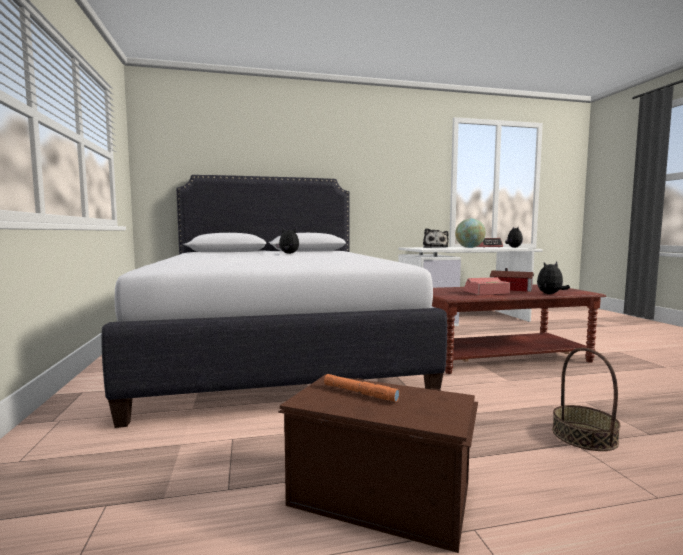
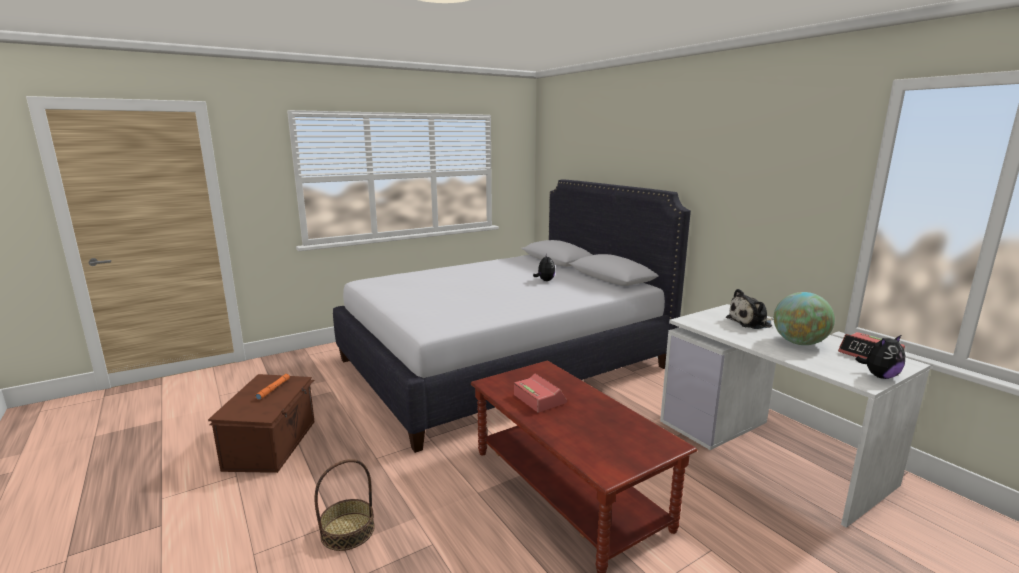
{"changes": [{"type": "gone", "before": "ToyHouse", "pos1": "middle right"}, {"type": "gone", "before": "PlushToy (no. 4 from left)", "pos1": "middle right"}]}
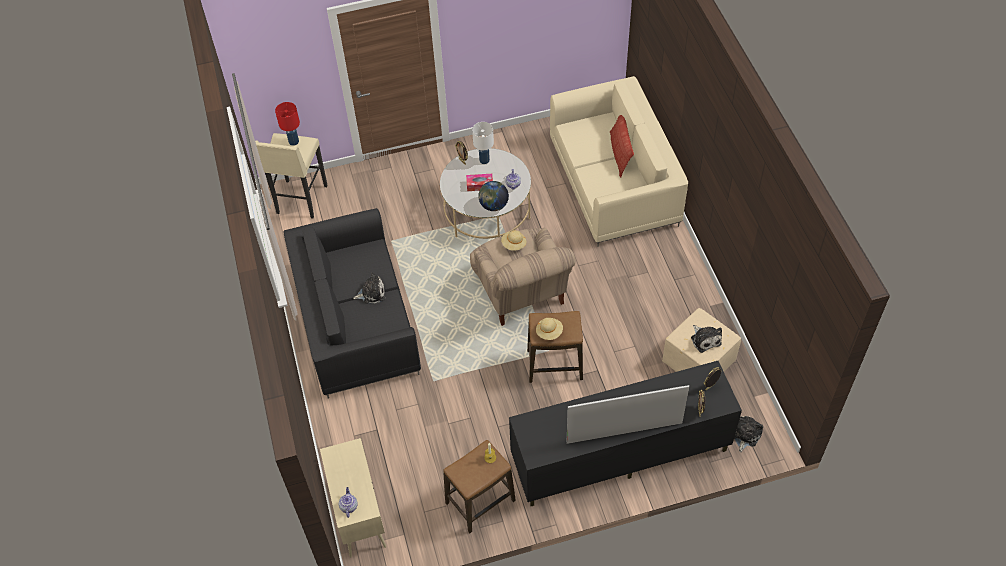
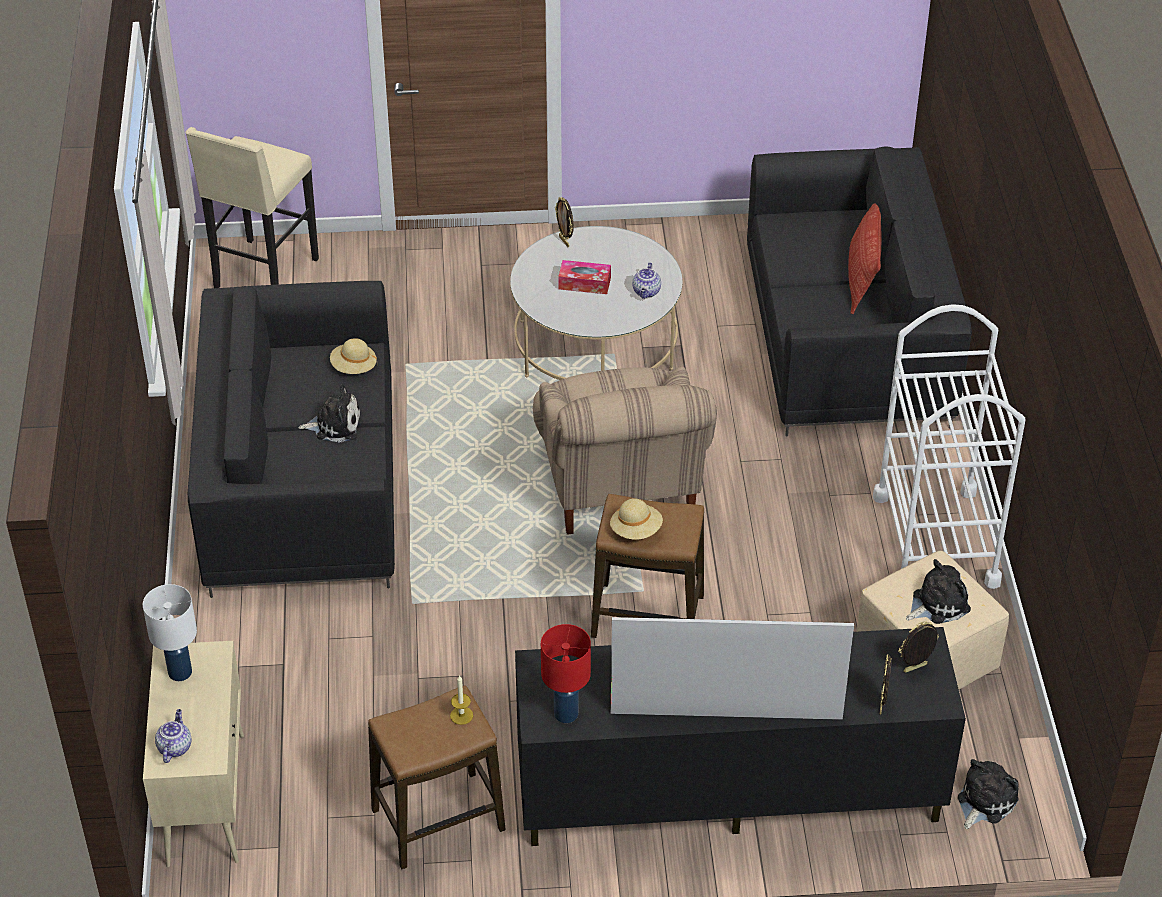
{"changes": [{"type": "shifted", "before": "WhiteTableLamp", "pos1": "top centre", "pos2": "bottom left"}, {"type": "shifted", "before": "BeigeHat (no. 1 from left)", "pos1": "centre", "pos2": "middle left"}, {"type": "shifted", "before": "RedTableLamp", "pos1": "top left", "pos2": "bottom centre"}, {"type": "repainted", "before": "BeigeSofa", "after": "BlackSofa (no. 2 from left)", "pos1": "top centre", "pos2": "top right"}, {"type": "new", "after": "WhiteCart", "pos2": "middle right"}, {"type": "rotated", "before": "PlushToy (no. 2 from left)", "pos1": "middle right", "pos2": "middle right", "turn": -105}, {"type": "gone", "before": "Globe", "pos1": "centre"}]}
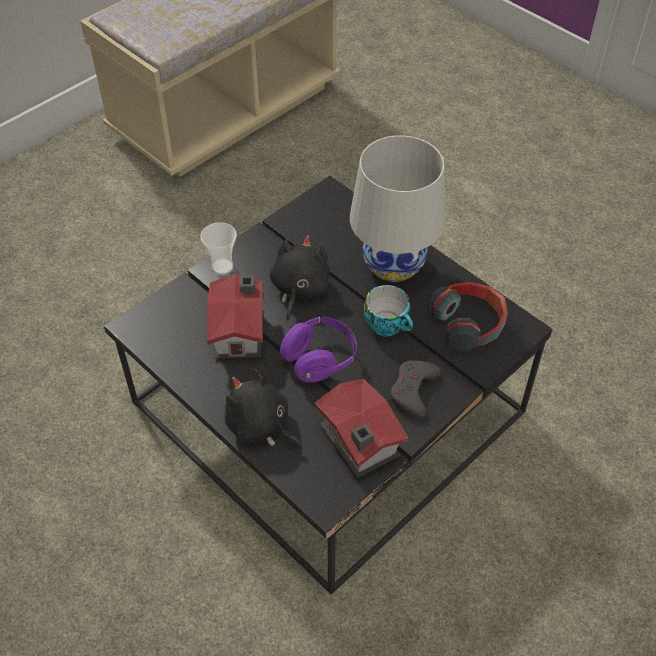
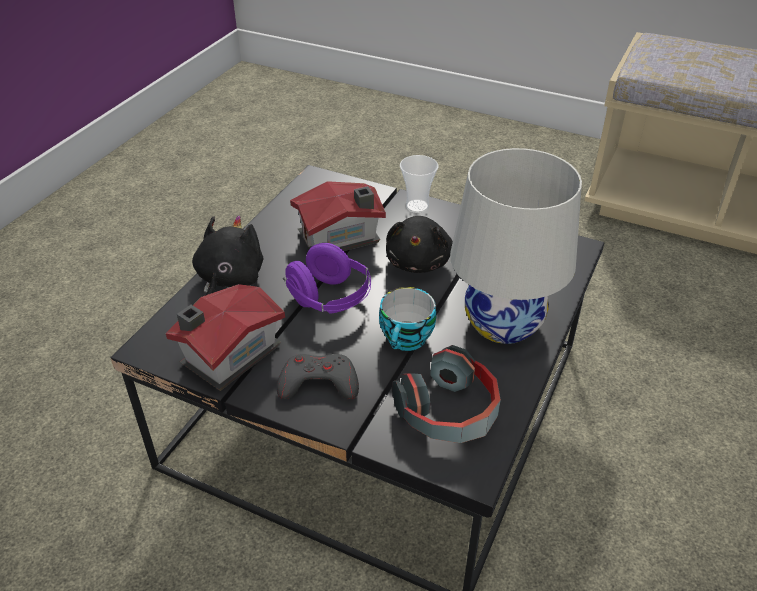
{"changes": [{"type": "rotated", "before": "BlackPlushToy (no. 2 from left)", "pos1": "centre", "pos2": "centre", "turn": 105}]}
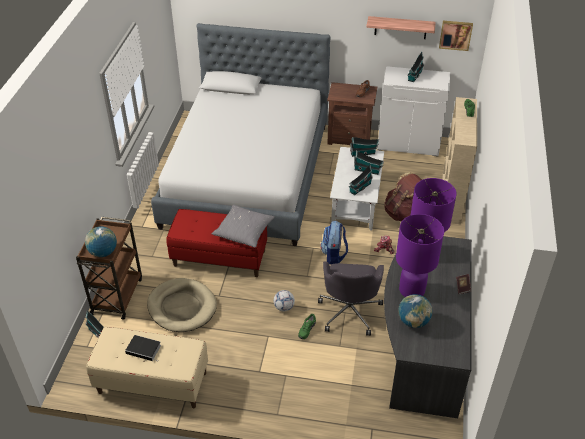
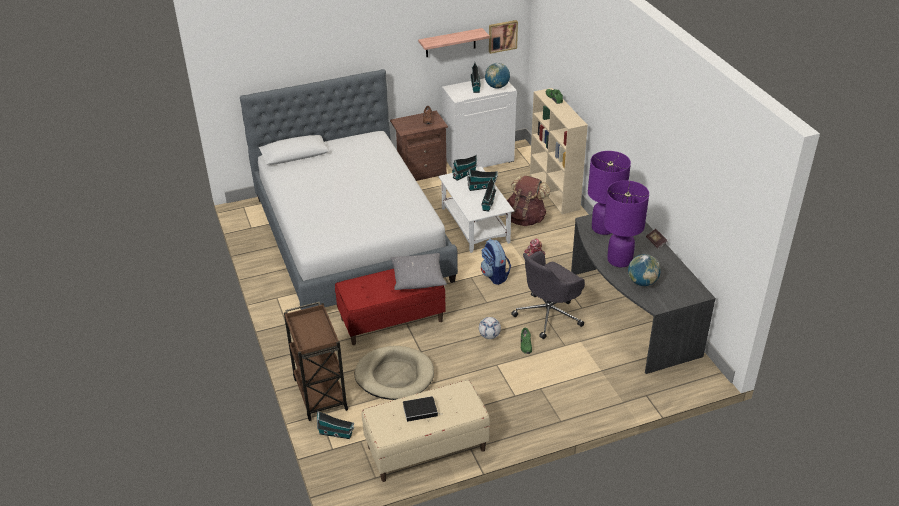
{"changes": [{"type": "shifted", "before": "Globe (no. 1 from left)", "pos1": "middle left", "pos2": "top centre"}, {"type": "rotated", "before": "GreyOfficeChair", "pos1": "bottom centre", "pos2": "centre", "turn": 75}]}
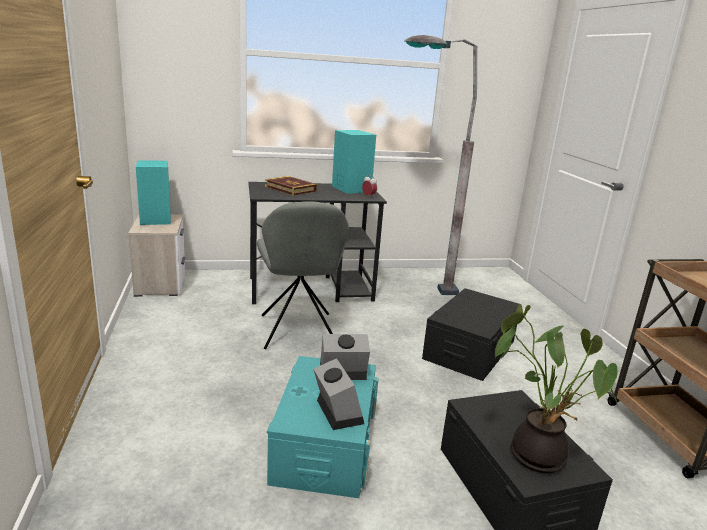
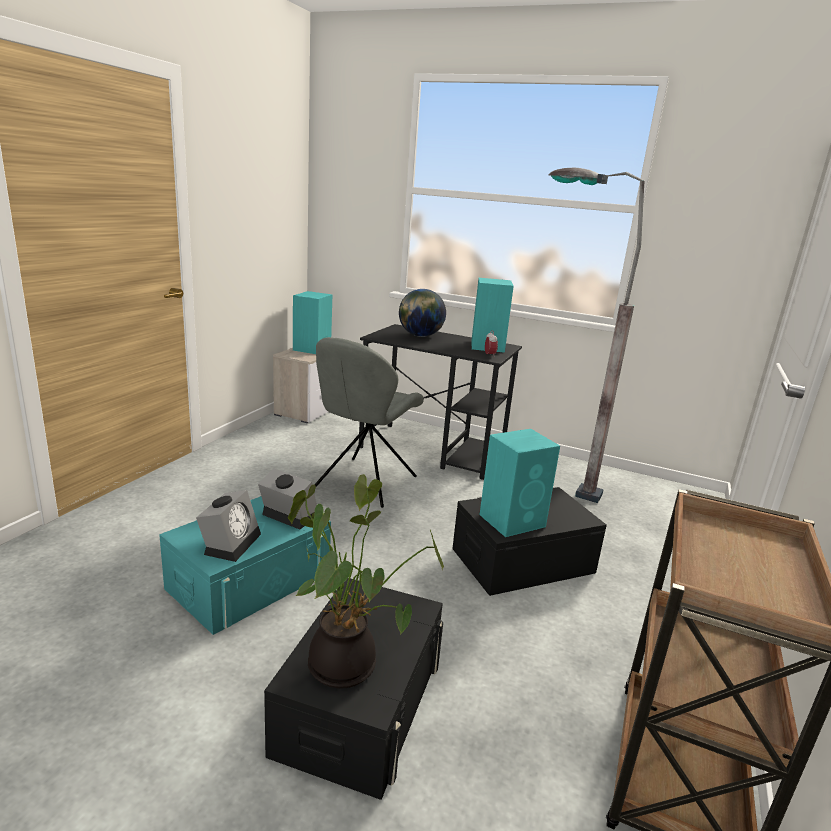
{"changes": [{"type": "swapped", "before": "Book", "after": "Globe", "pos1": "centre", "pos2": "centre"}, {"type": "new", "after": "TurquoiseSpeaker (no. 3 from left)", "pos2": "centre"}]}
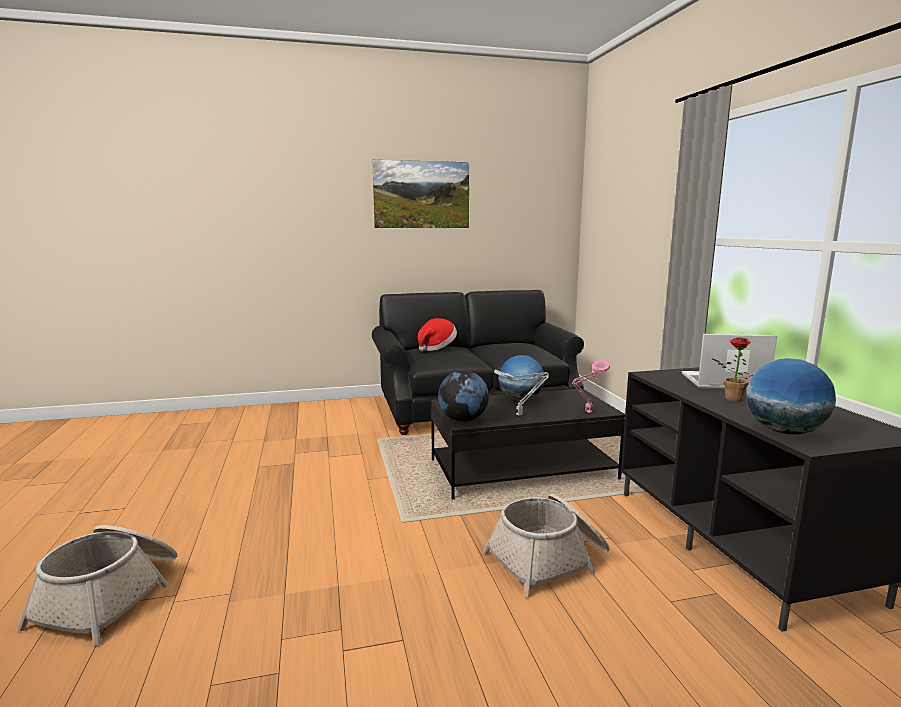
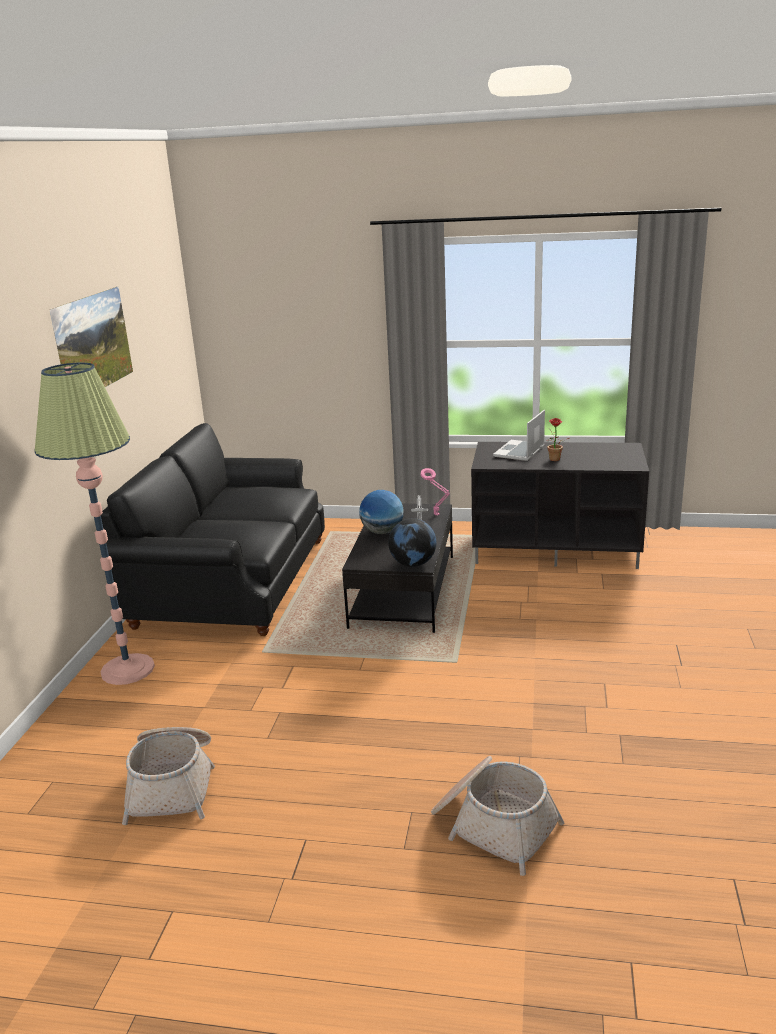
{"changes": [{"type": "new", "after": "FloorLamp", "pos2": "middle left"}, {"type": "shifted", "before": "Basket (no. 2 from left in the first image)", "after": "Basket (no. 1 from left)", "pos1": "bottom centre", "pos2": "bottom left"}, {"type": "gone", "before": "Hat", "pos1": "centre"}, {"type": "gone", "before": "Globe (no. 3 from left)", "pos1": "middle right"}]}
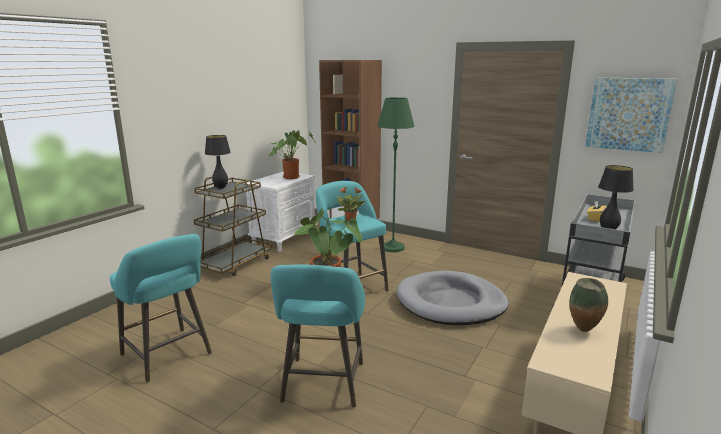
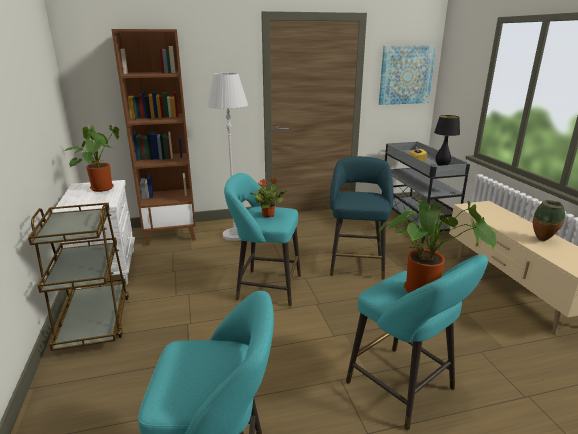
{"changes": [{"type": "repainted", "before": "GreenFloorLamp", "after": "WhiteFloorLamp", "pos1": "centre", "pos2": "centre"}, {"type": "swapped", "before": "GreyDogBed", "after": "TurquoiseStool (no. 3 from left)", "pos1": "bottom centre", "pos2": "centre"}, {"type": "gone", "before": "BlackTableLamp (no. 1 from left)", "pos1": "middle left"}]}
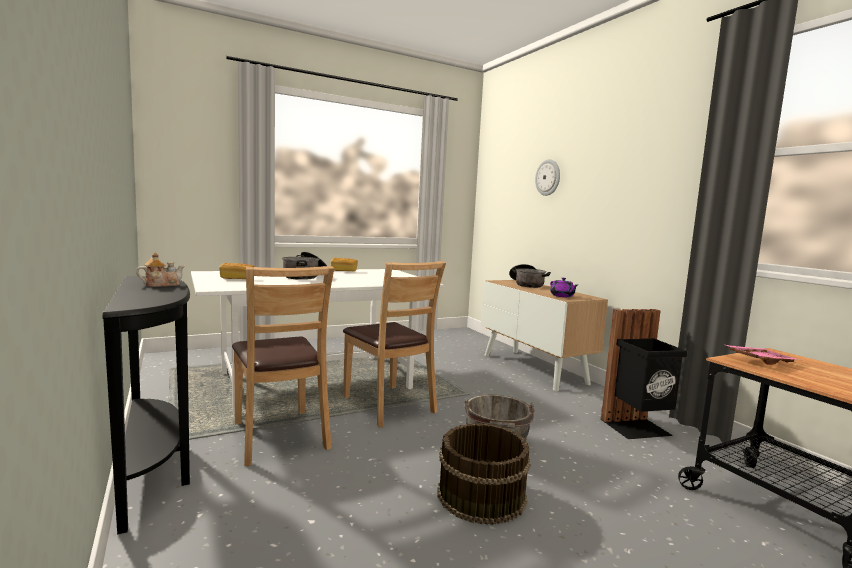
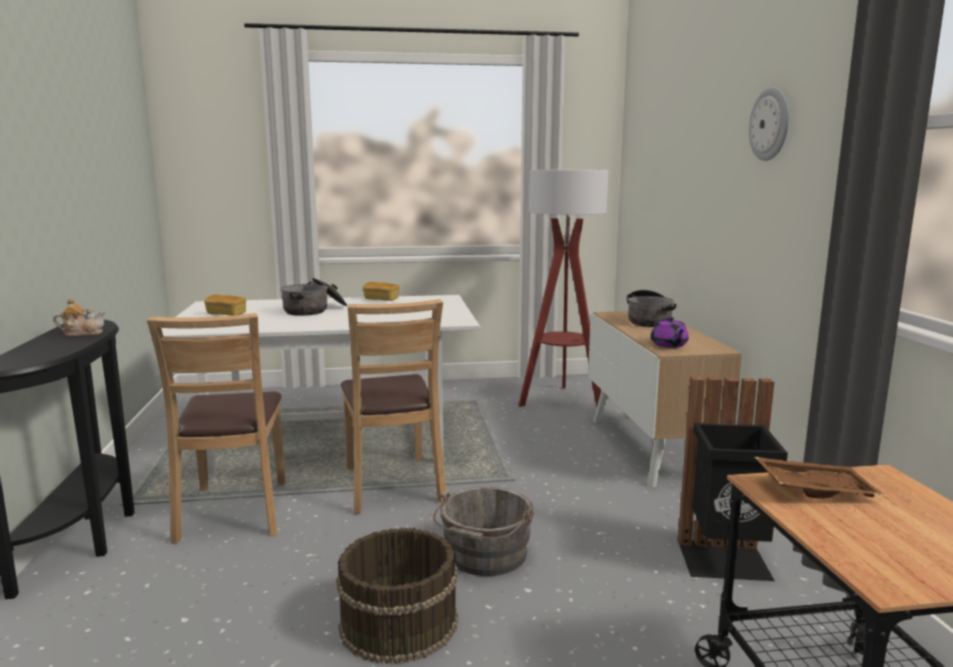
{"changes": [{"type": "new", "after": "FloorLamp", "pos2": "centre"}, {"type": "shifted", "before": "WallClock", "pos1": "top centre", "pos2": "top right"}, {"type": "repainted", "before": "PinkTray", "after": "BrownTray", "pos1": "middle right", "pos2": "bottom right"}]}
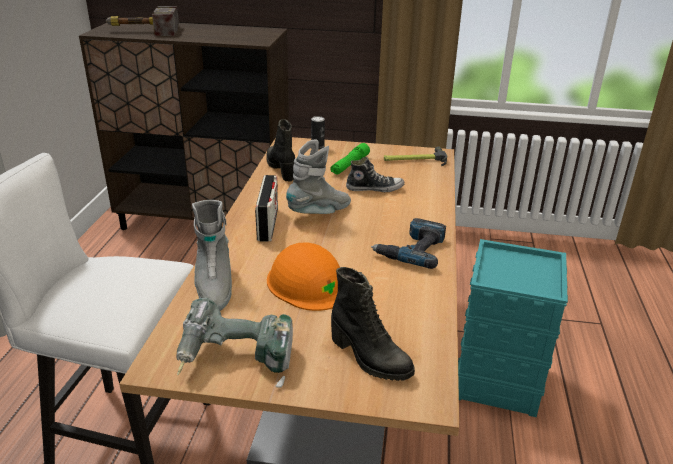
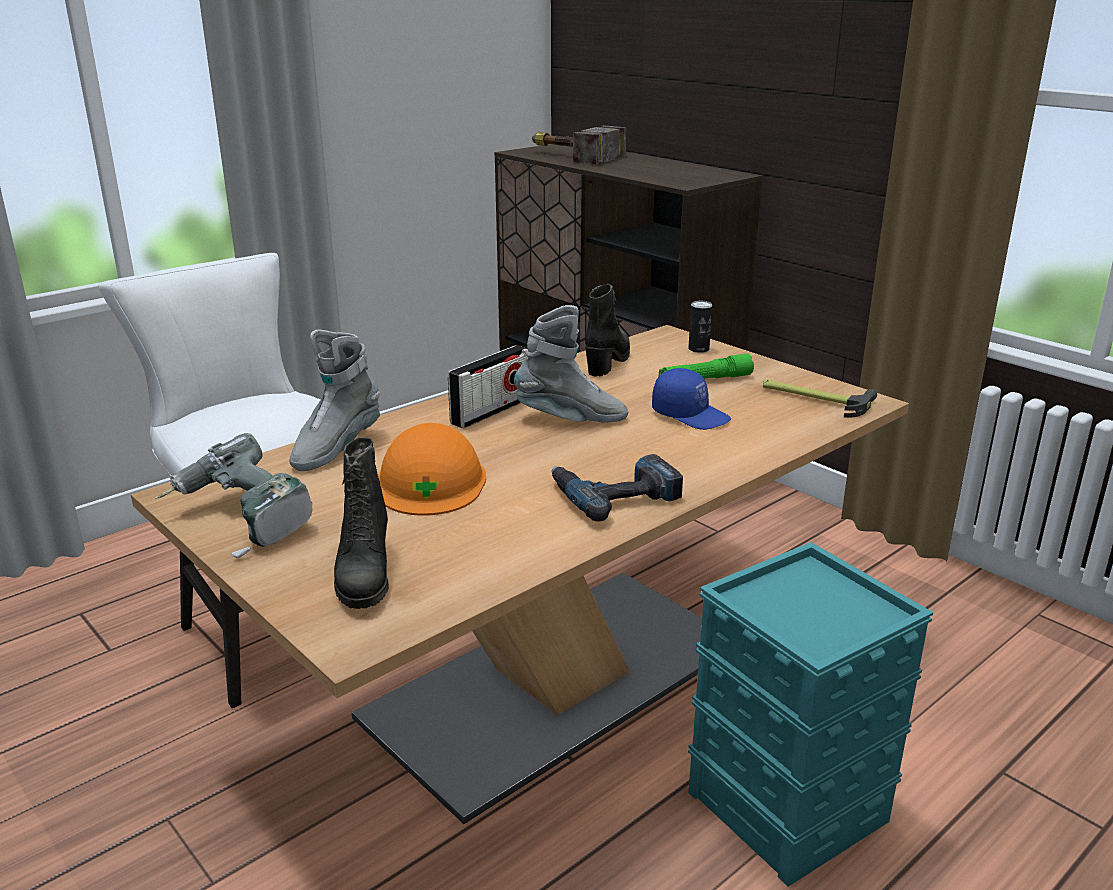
{"changes": [{"type": "swapped", "before": "Shoe", "after": "BlueCap", "pos1": "centre", "pos2": "centre"}]}
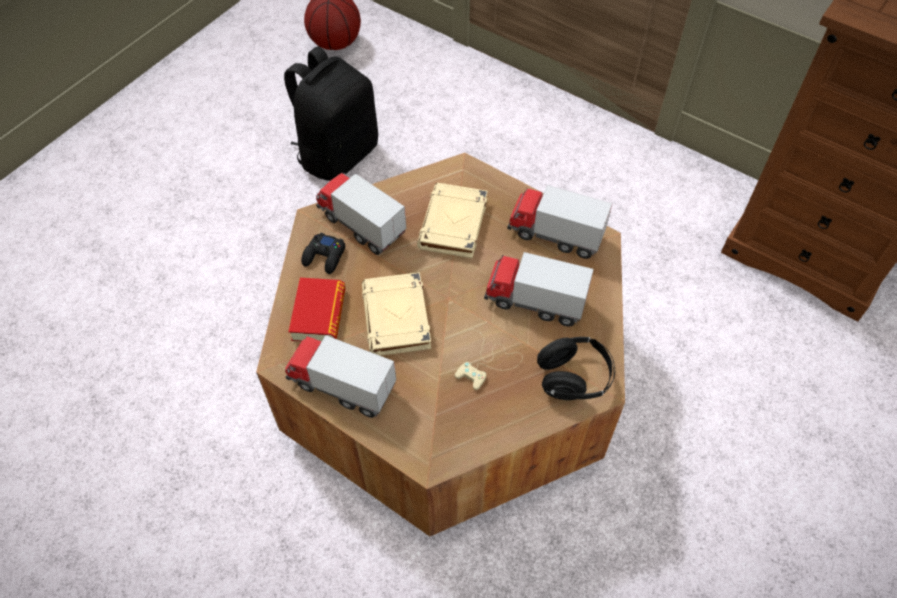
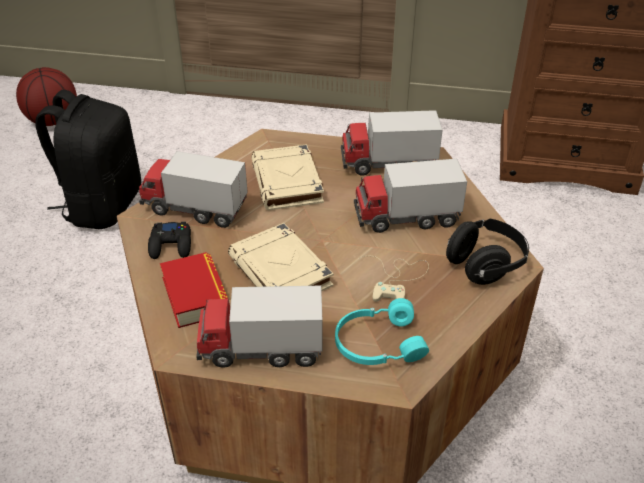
{"changes": [{"type": "new", "after": "TurquoiseHeadphones", "pos2": "bottom centre"}]}
